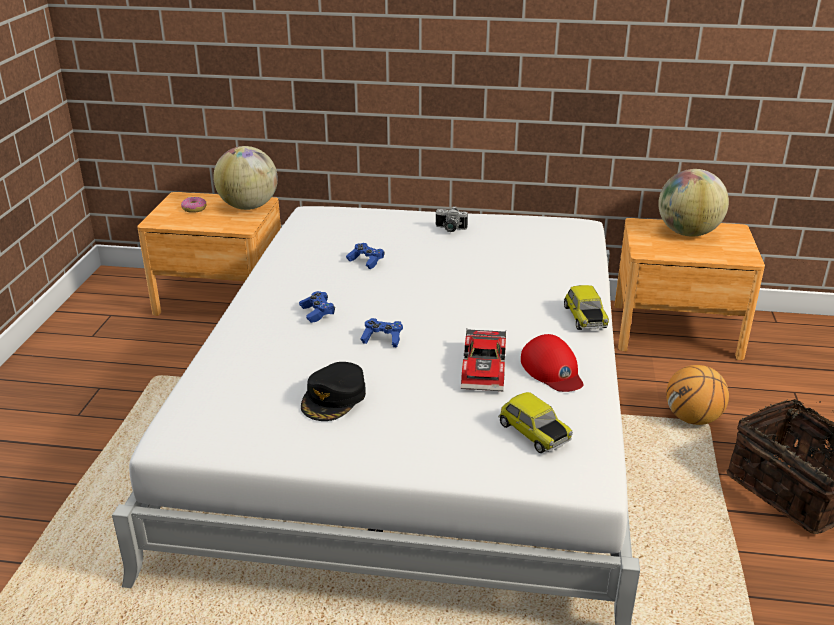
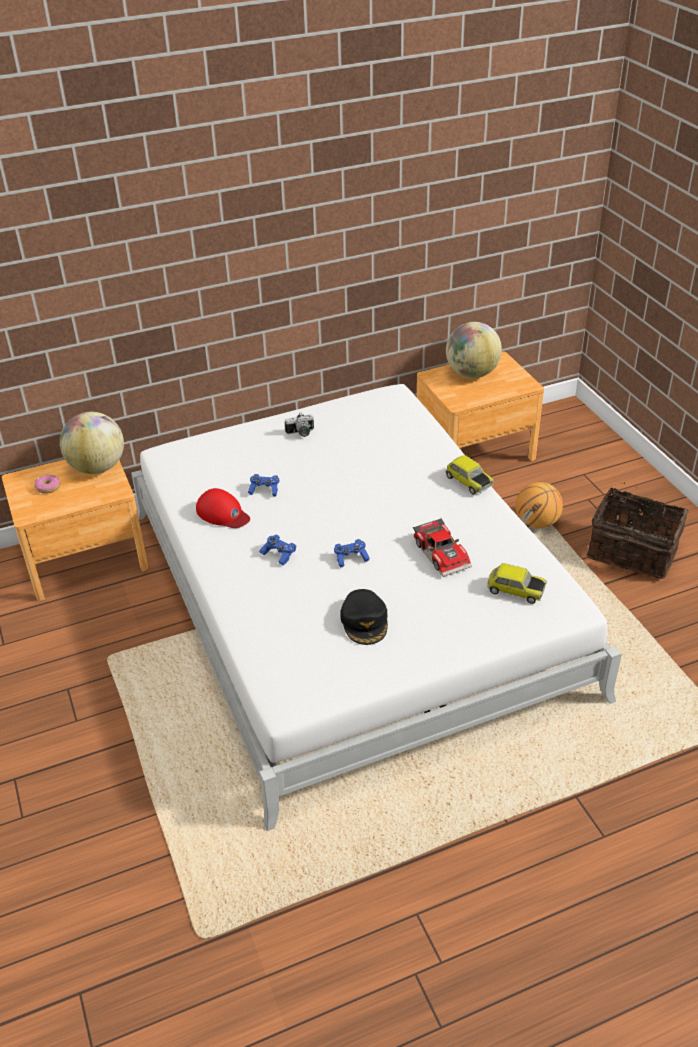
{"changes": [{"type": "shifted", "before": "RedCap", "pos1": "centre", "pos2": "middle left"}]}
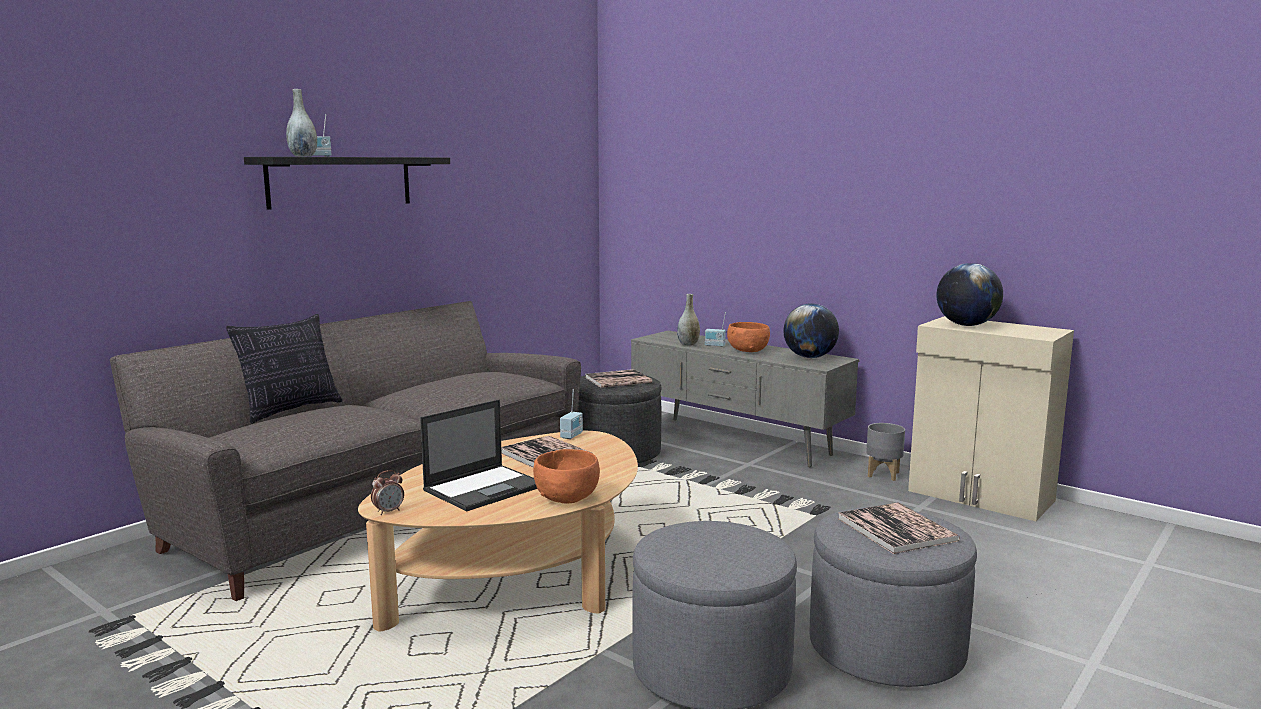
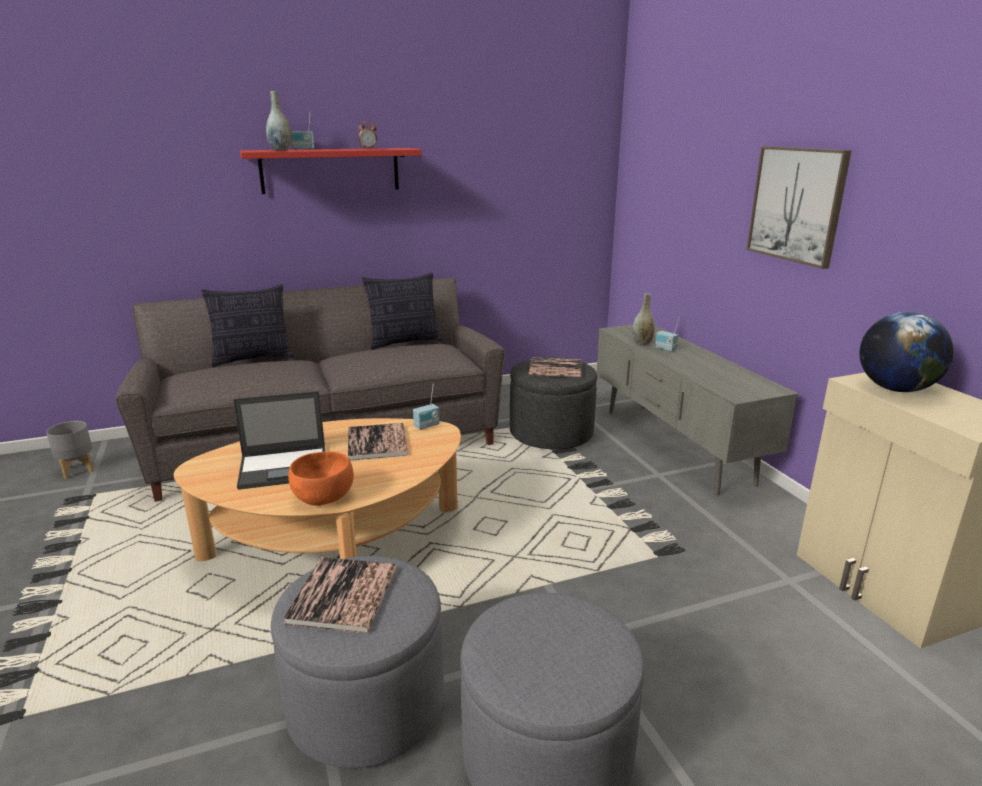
{"changes": [{"type": "shifted", "before": "GreyPlanter", "pos1": "middle right", "pos2": "middle left"}, {"type": "repainted", "before": "BlackShelf", "after": "RedShelf", "pos1": "top left", "pos2": "top centre"}, {"type": "shifted", "before": "Book (no. 3 from left in the first image)", "after": "Book (no. 1 from left)", "pos1": "bottom right", "pos2": "bottom centre"}, {"type": "shifted", "before": "AlarmClock", "pos1": "bottom left", "pos2": "top centre"}, {"type": "new", "after": "Pillow (no. 2 from left)", "pos2": "centre"}, {"type": "new", "after": "Picture", "pos2": "top right"}, {"type": "gone", "before": "OrangeBowl (no. 2 from left)", "pos1": "centre"}, {"type": "gone", "before": "Globe (no. 1 from left)", "pos1": "centre"}]}
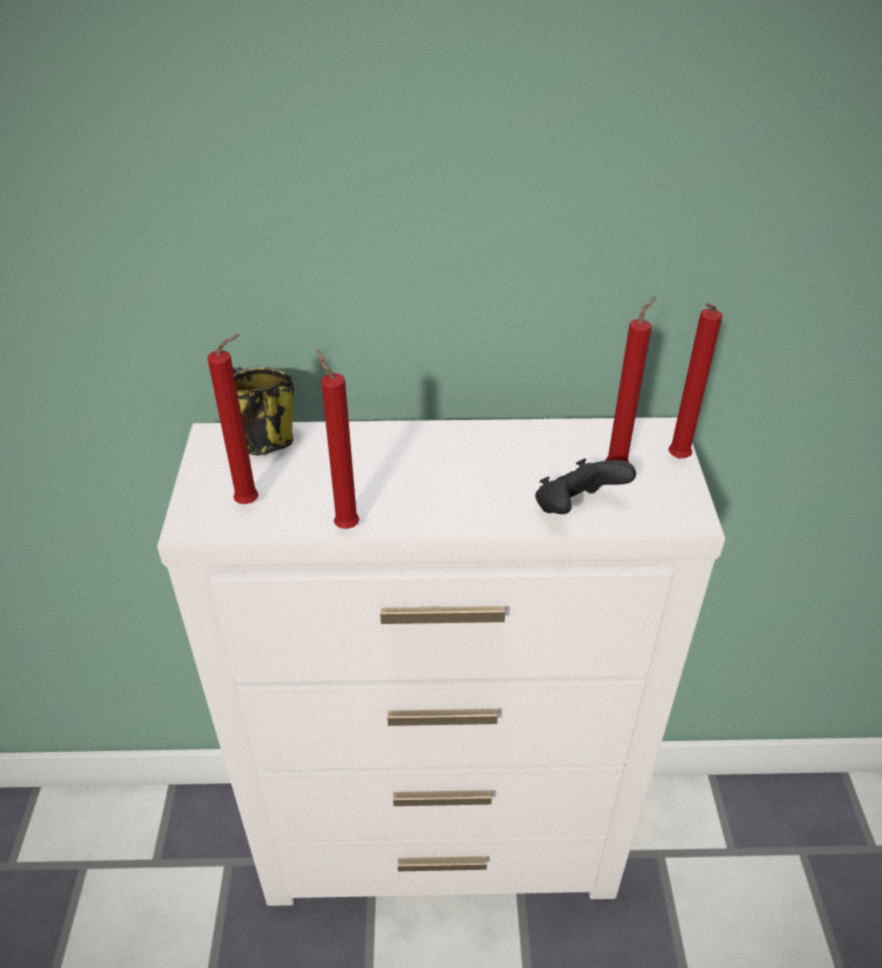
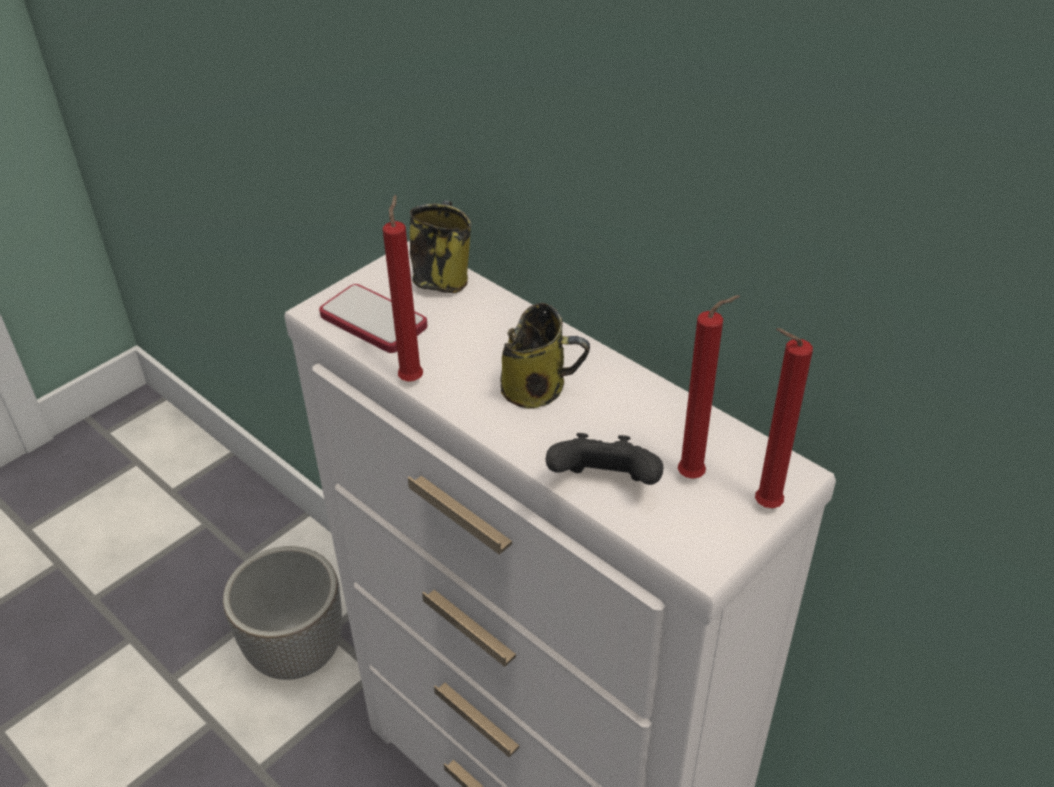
{"changes": [{"type": "new", "after": "Planter", "pos2": "bottom left"}, {"type": "swapped", "before": "RedCandle (no. 1 from left)", "after": "Phone", "pos1": "middle left", "pos2": "centre"}, {"type": "new", "after": "Mug (no. 2 from left)", "pos2": "centre"}]}
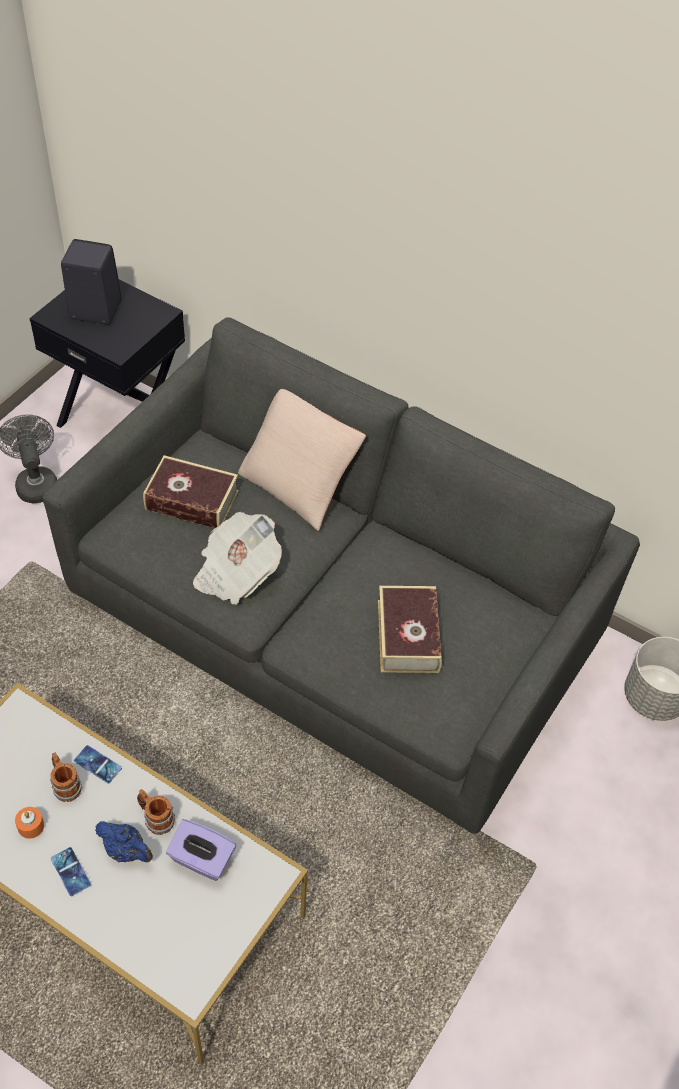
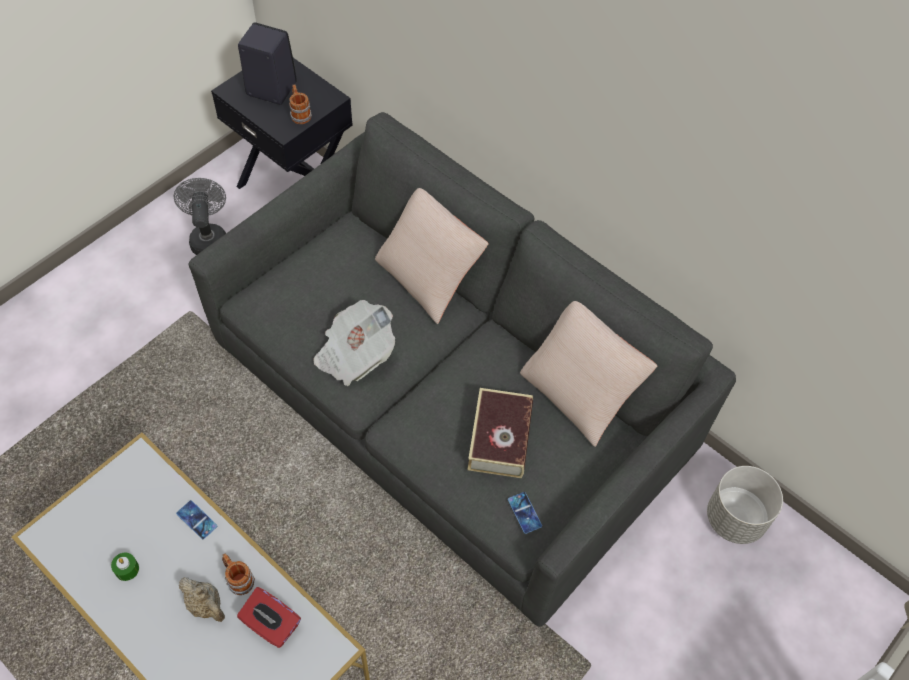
{"changes": [{"type": "repainted", "before": "OrangeCandle", "after": "GreenCandle", "pos1": "bottom left", "pos2": "bottom left"}, {"type": "repainted", "before": "BlueTeapot", "after": "BeigeTeapot", "pos1": "bottom left", "pos2": "bottom left"}, {"type": "repainted", "before": "PurpleTissueBox", "after": "RedTissueBox", "pos1": "bottom left", "pos2": "bottom left"}, {"type": "shifted", "before": "Mug (no. 1 from left in the first image)", "after": "Mug (no. 2 from left)", "pos1": "bottom left", "pos2": "top left"}, {"type": "shifted", "before": "Phone (no. 1 from left in the first image)", "after": "Phone (no. 2 from left)", "pos1": "bottom left", "pos2": "bottom centre"}, {"type": "new", "after": "BeigePillow (no. 2 from left)", "pos2": "centre"}, {"type": "gone", "before": "Book (no. 1 from left)", "pos1": "middle left"}]}
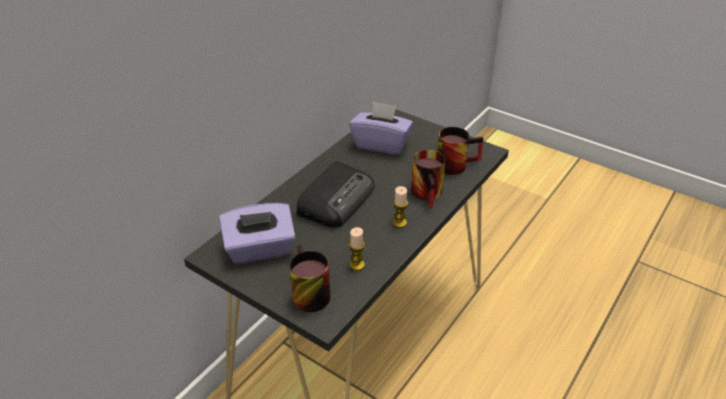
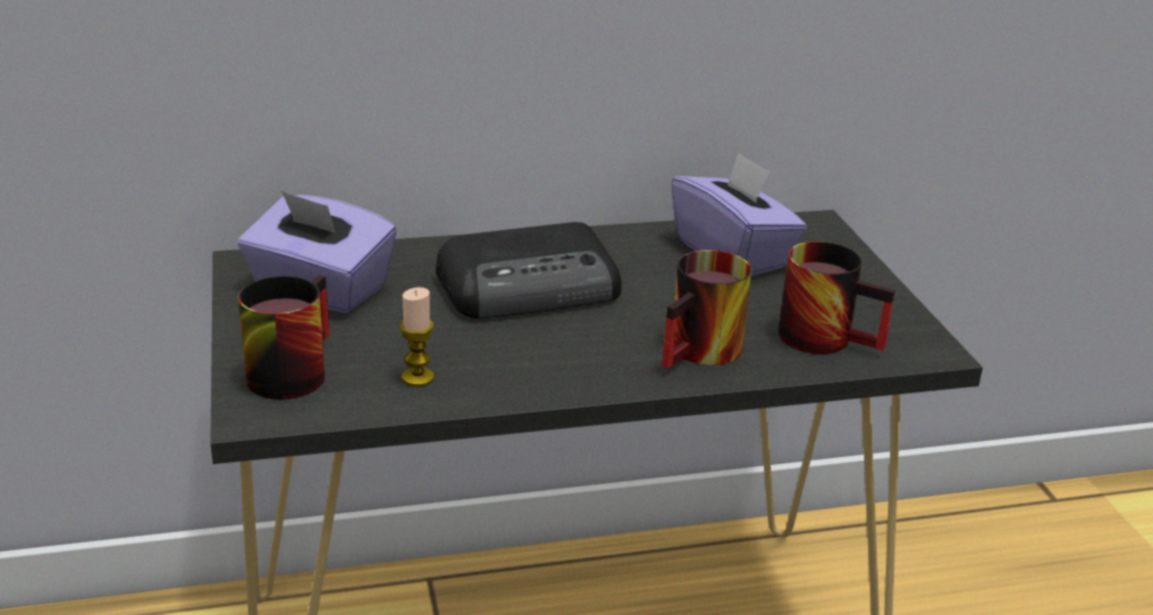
{"changes": [{"type": "gone", "before": "Candle (no. 2 from left)", "pos1": "centre"}]}
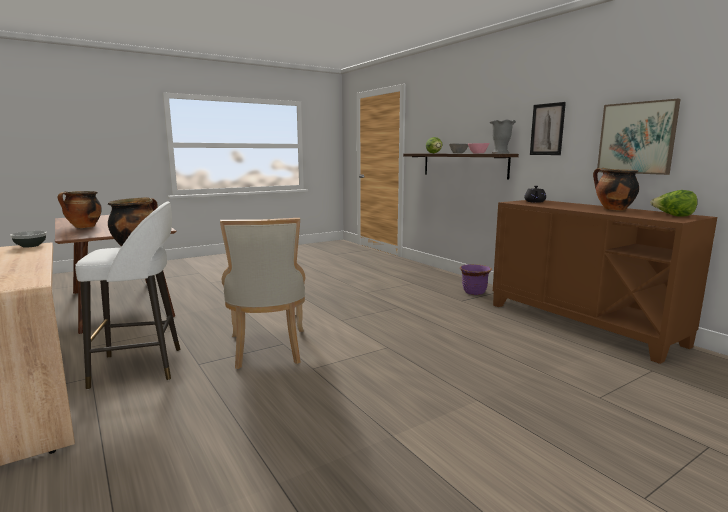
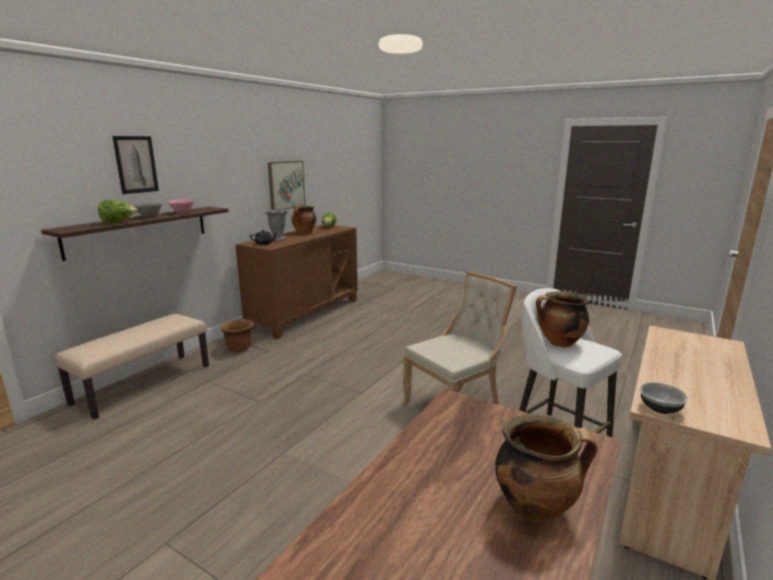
{"changes": [{"type": "new", "after": "BeigeBench", "pos2": "middle left"}, {"type": "shifted", "before": "Picture (no. 1 from left)", "pos1": "top right", "pos2": "top left"}, {"type": "repainted", "before": "PurplePlanter", "after": "BrownPlanter", "pos1": "centre", "pos2": "middle left"}, {"type": "shifted", "before": "GreyVase", "pos1": "top right", "pos2": "centre"}]}
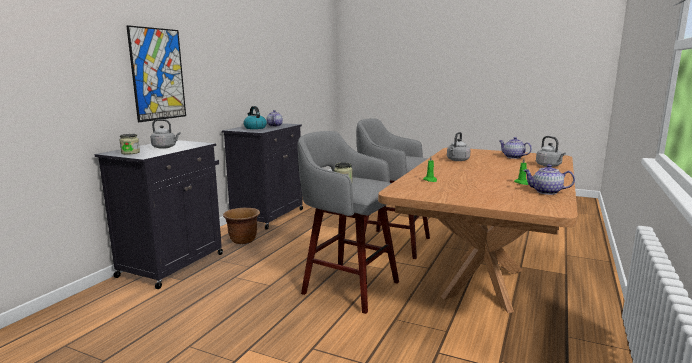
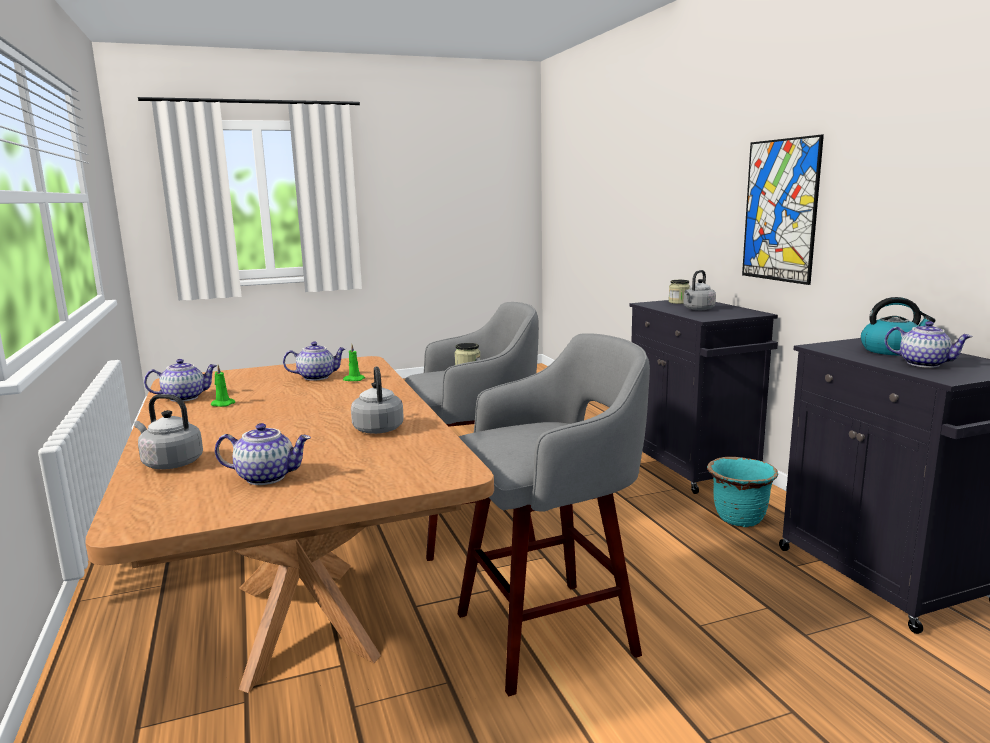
{"changes": [{"type": "new", "after": "Teapot (no. 3 from left)", "pos2": "middle left"}, {"type": "repainted", "before": "BrownPlanter", "after": "TurquoisePlanter", "pos1": "centre", "pos2": "middle right"}]}
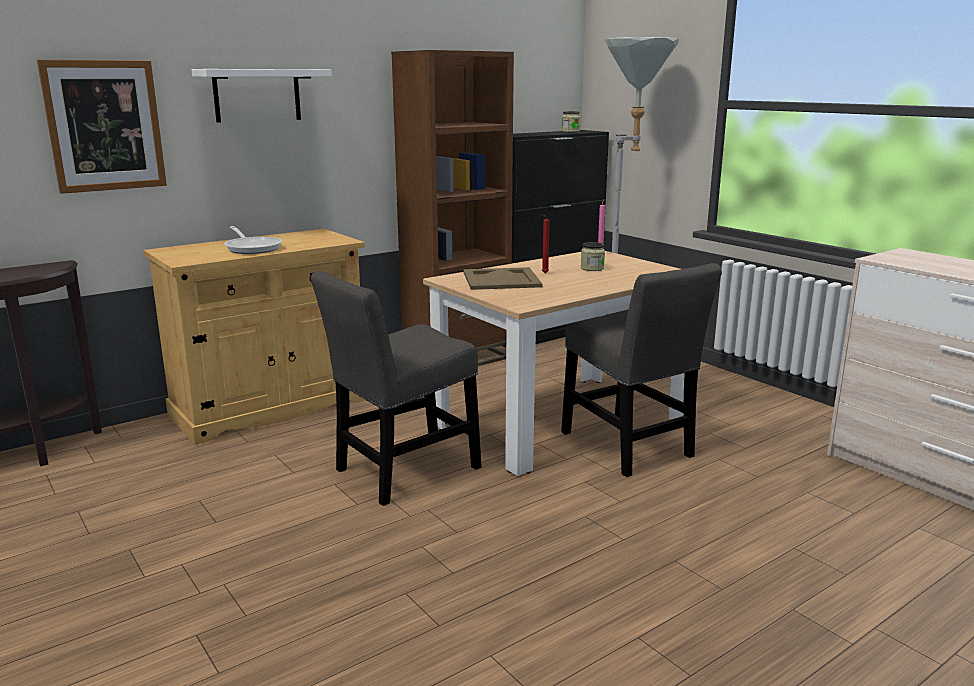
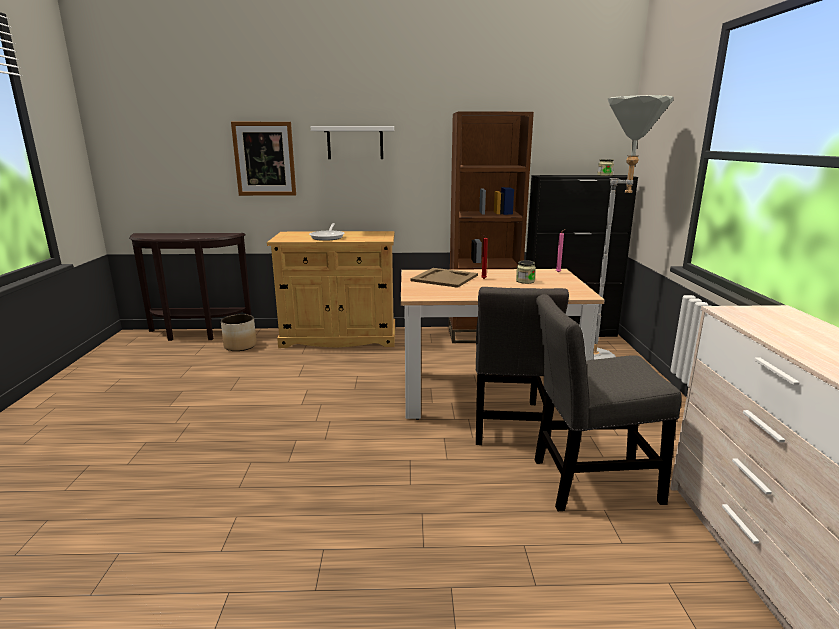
{"changes": [{"type": "new", "after": "Planter", "pos2": "middle left"}, {"type": "shifted", "before": "GreyChair (no. 1 from left in the first image)", "after": "GreyChair (no. 2 from left)", "pos1": "centre", "pos2": "middle right"}]}
